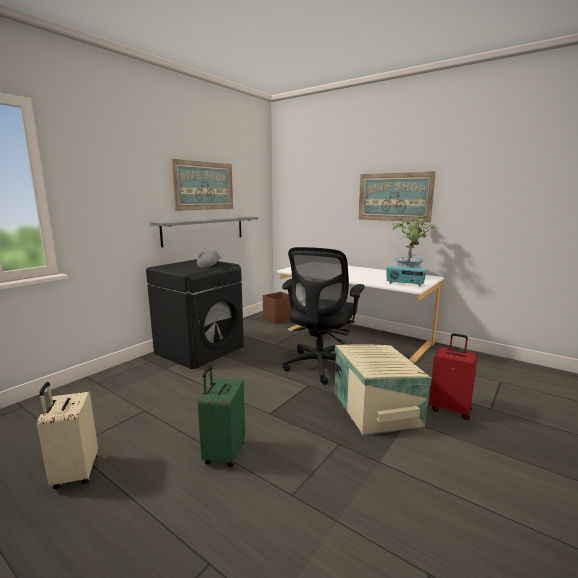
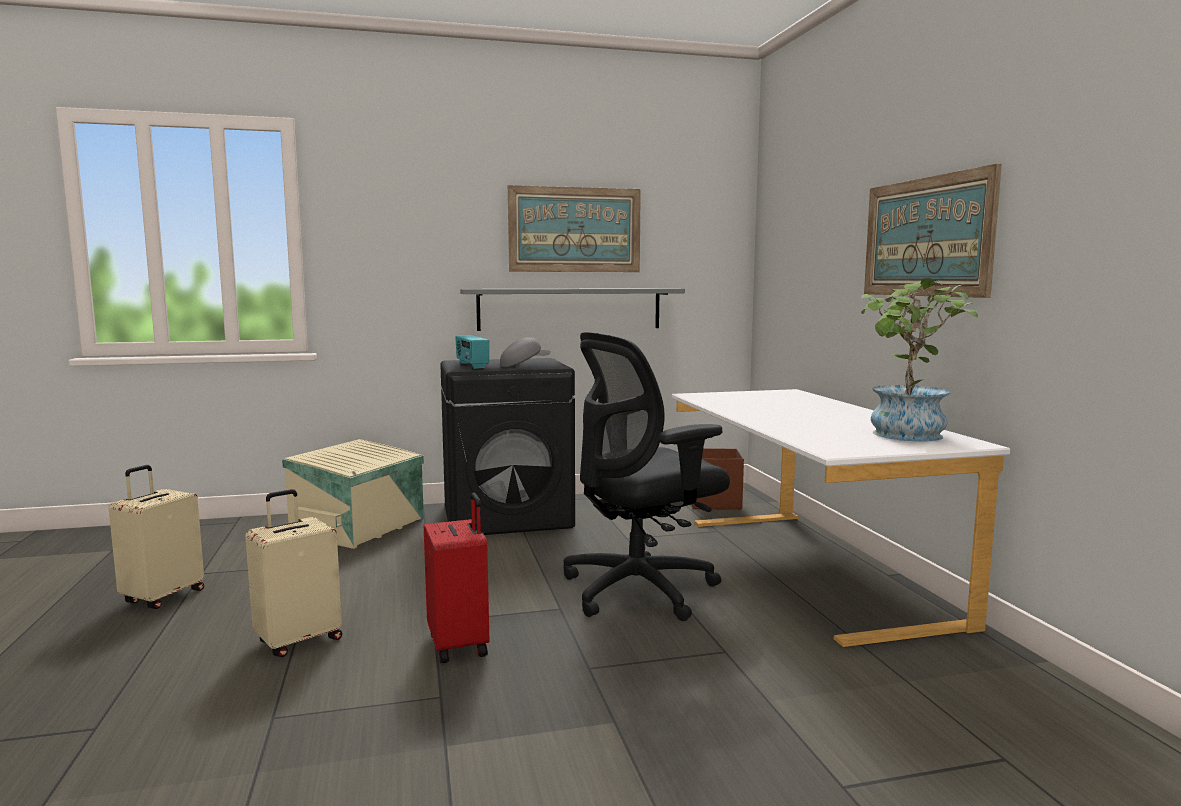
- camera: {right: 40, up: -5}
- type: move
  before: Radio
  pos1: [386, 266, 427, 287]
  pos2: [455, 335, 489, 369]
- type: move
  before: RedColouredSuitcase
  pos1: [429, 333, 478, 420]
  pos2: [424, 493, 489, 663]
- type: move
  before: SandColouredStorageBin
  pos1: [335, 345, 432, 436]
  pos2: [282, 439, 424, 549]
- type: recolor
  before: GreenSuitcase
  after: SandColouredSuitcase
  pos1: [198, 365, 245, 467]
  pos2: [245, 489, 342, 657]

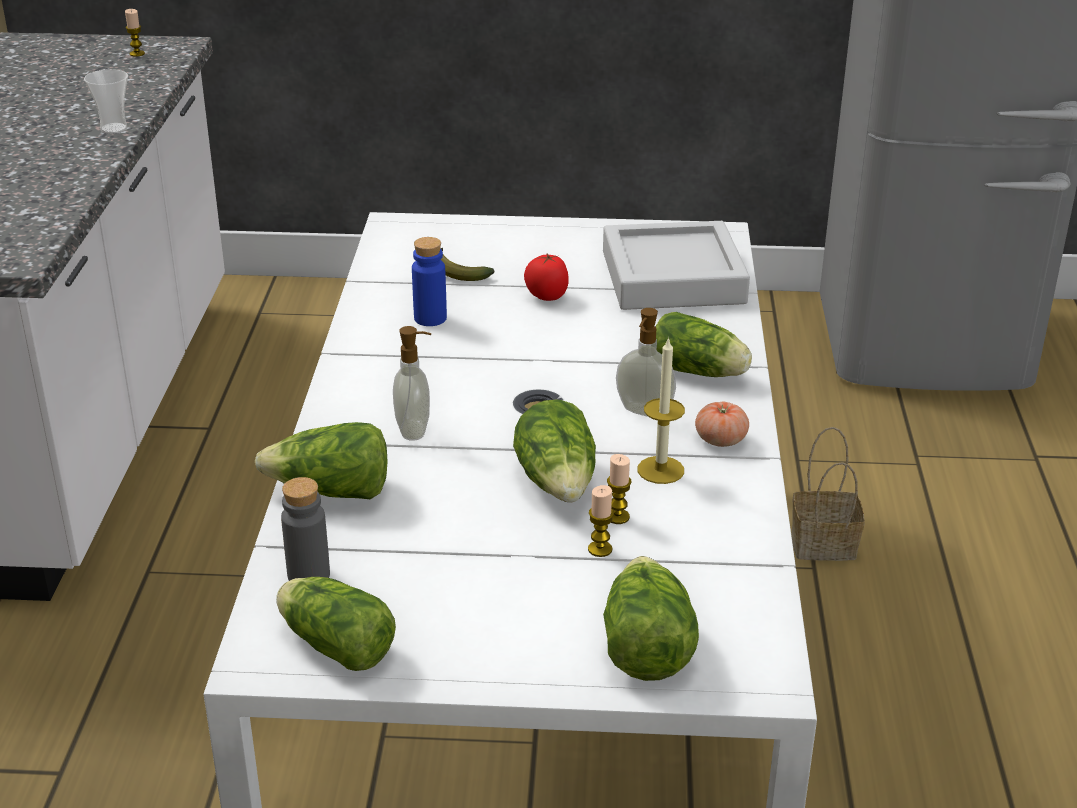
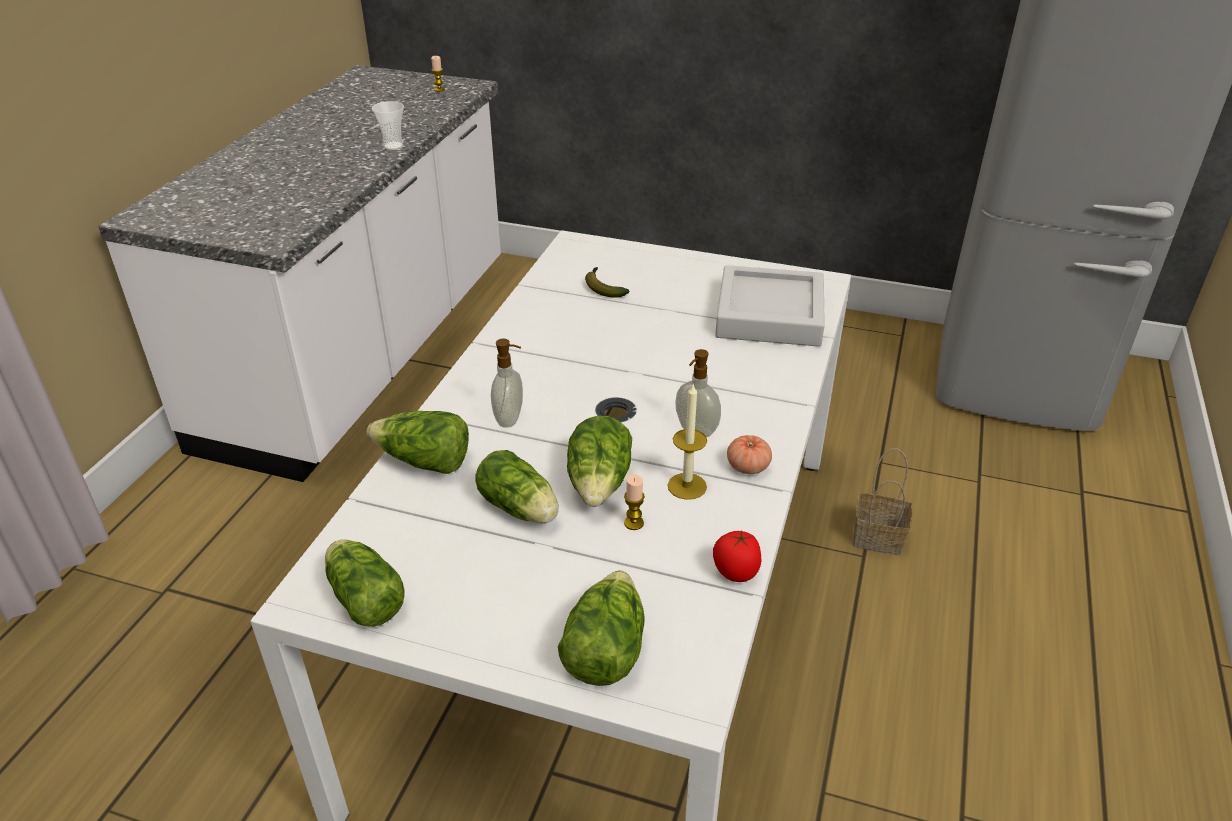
- camera: {right: 15, up: 5}
- type: delete
  before: BluishBottle
  pos1: [412, 237, 447, 326]
- type: move
  before: WholeTomato
  pos1: [524, 254, 569, 301]
  pos2: [713, 530, 761, 582]
- type: move
  before: LettuceHead
  pos1: [656, 312, 752, 377]
  pos2: [475, 450, 559, 523]
- type: delete
  before: GreyishBottle
  pos1: [281, 477, 330, 581]
- type: delete
  before: Candle
  pos1: [588, 485, 614, 557]

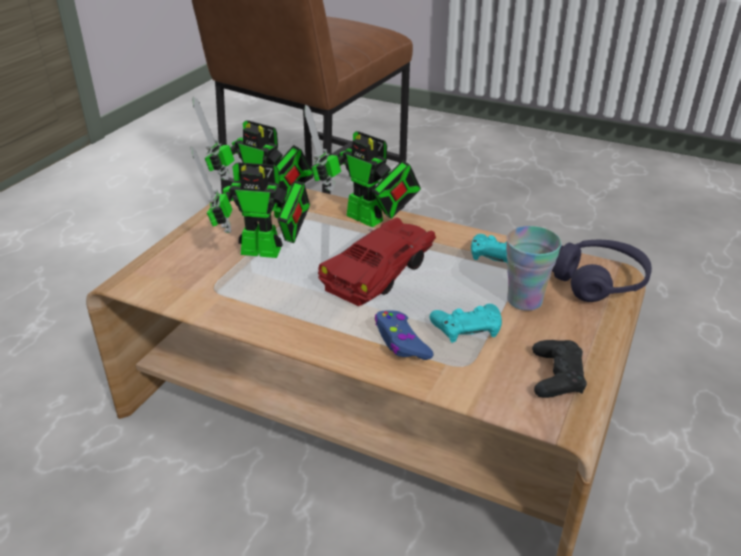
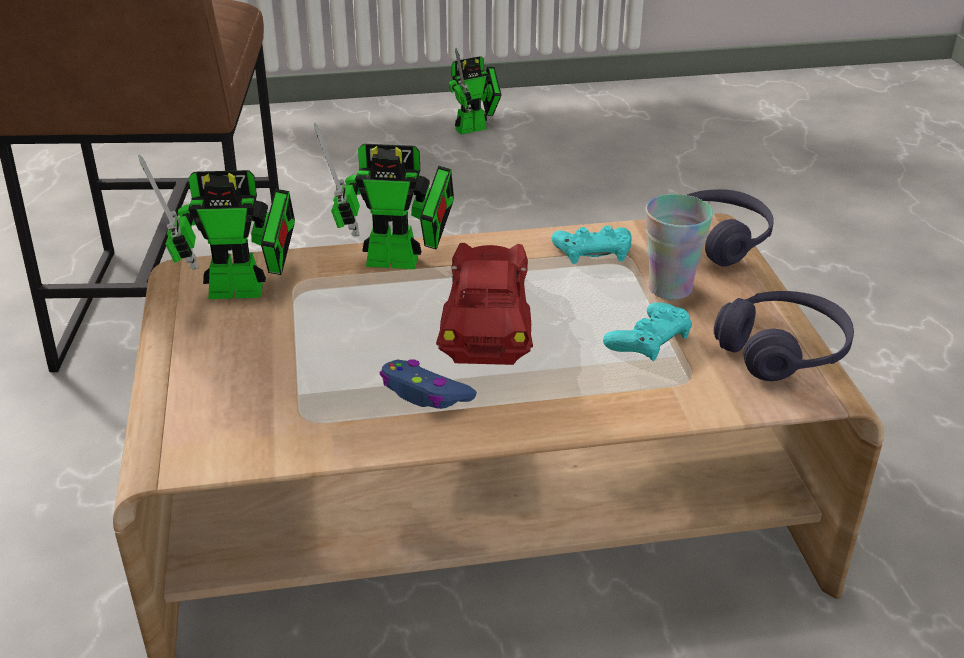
- camera: {right: -35, up: 0}
- type: move
  before: ToyRobot
  pos1: [191, 146, 310, 258]
  pos2: [449, 48, 502, 135]
- type: move
  before: BluishGameController
  pos1: [375, 310, 434, 360]
  pos2: [379, 359, 477, 409]
- type: replace
  before: BlackGameController
  after: PurpleColouredHeadphones
  pos1: [532, 340, 587, 398]
  pos2: [714, 291, 854, 381]

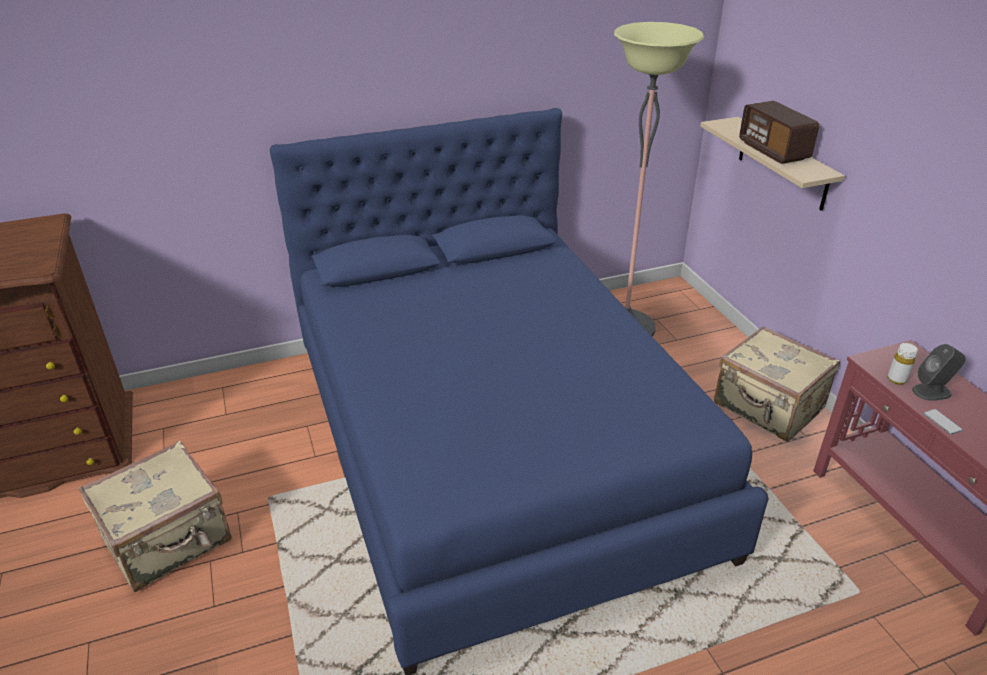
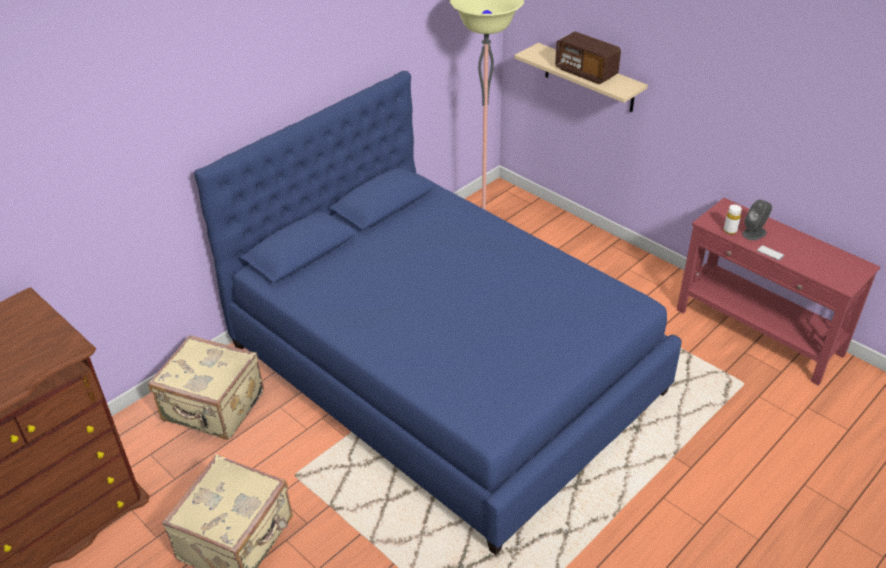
- camera: {right: -25, up: 5}
- type: move
  before: SandColouredSuitcase
  pos1: [714, 326, 840, 442]
  pos2: [148, 335, 264, 440]

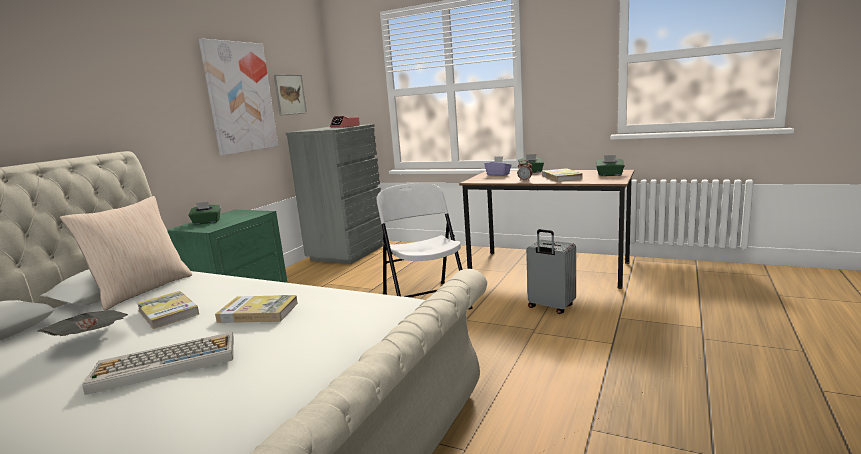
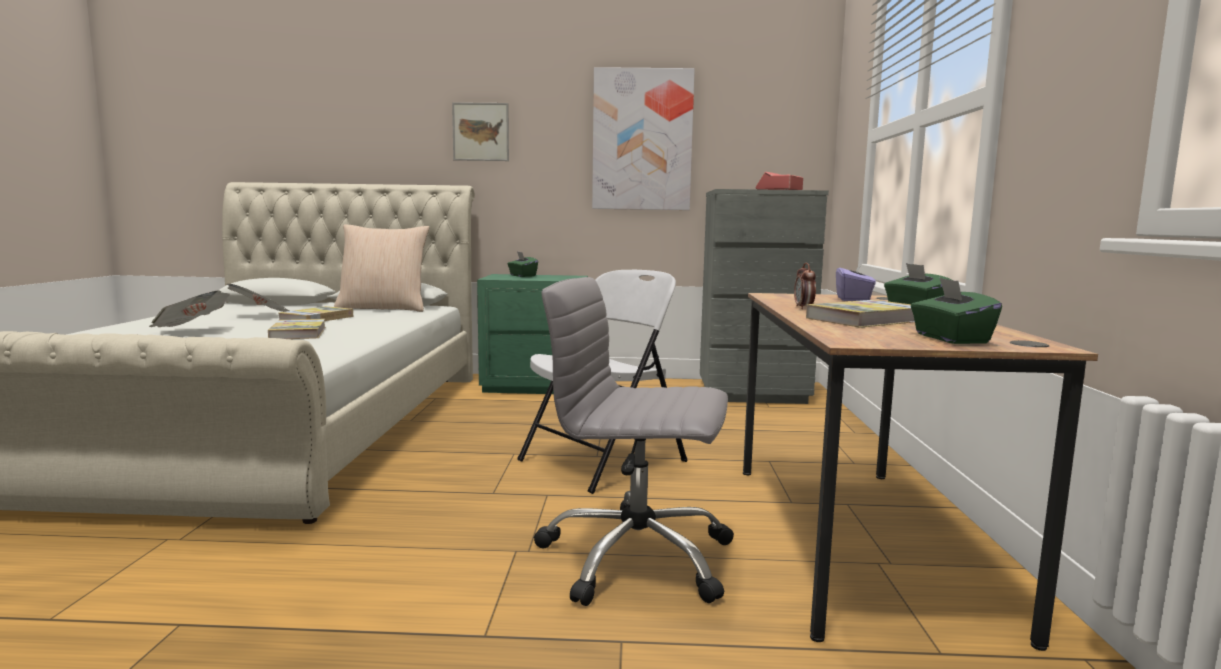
- camera: {right: 65, up: -5}
- type: move
  before: Picture
  pos1: [274, 74, 307, 116]
  pos2: [452, 102, 509, 161]
- type: replace
  before: GreyishSuitcase
  after: GreyishOfficeChair
  pos1: [526, 229, 576, 314]
  pos2: [534, 277, 734, 606]
- type: replace
  before: Keyboard
  after: PrintedPaper
  pos1: [83, 332, 234, 395]
  pos2: [149, 290, 230, 327]

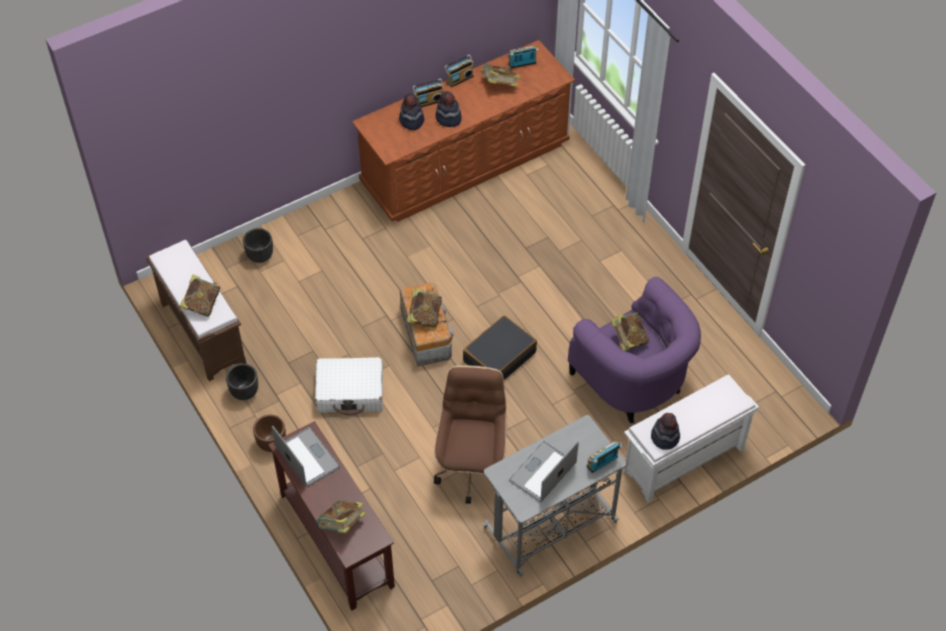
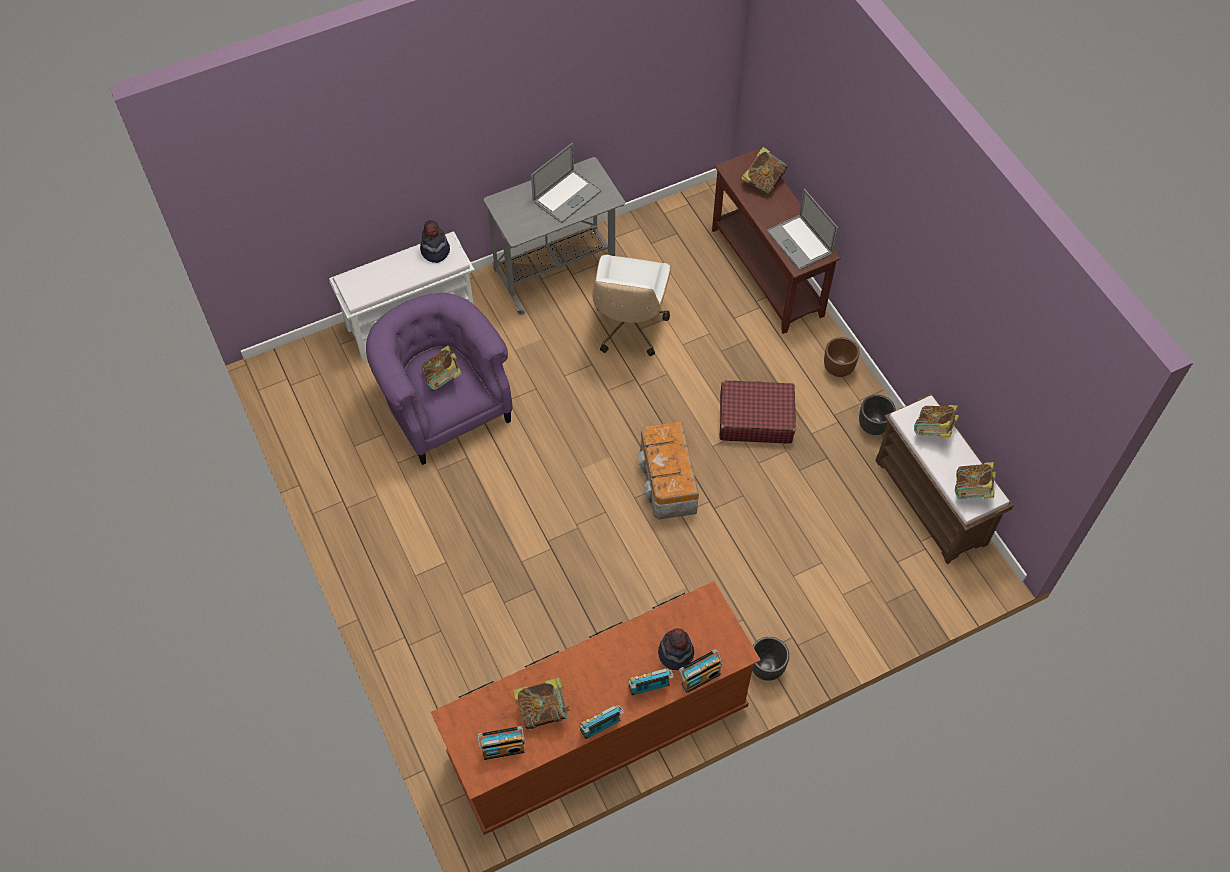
- camera: {right: -175, up: 5}
- type: delete
  before: Hat
  pos1: [435, 91, 462, 127]
- type: move
  before: BlackPlantPot
  pos1: [243, 228, 273, 263]
  pos2: [752, 637, 789, 681]
- type: move
  before: Volume
  pos1: [407, 288, 442, 327]
  pos2: [955, 462, 996, 500]
- type: delete
  before: BlackSuitcase
  pos1: [463, 315, 537, 380]
- type: recolor
  before: WhitishSuitcase
  after: RedColouredSuitcase
  pos1: [315, 357, 383, 415]
  pos2: [720, 381, 796, 443]
- type: recolor
  before: BrownColouredOfficeChair
  after: WhitishOfficeChair
  pos1: [434, 366, 507, 504]
  pos2: [592, 255, 671, 356]
- type: move
  before: Radio
  pos1: [587, 441, 623, 473]
  pos2: [679, 649, 722, 693]

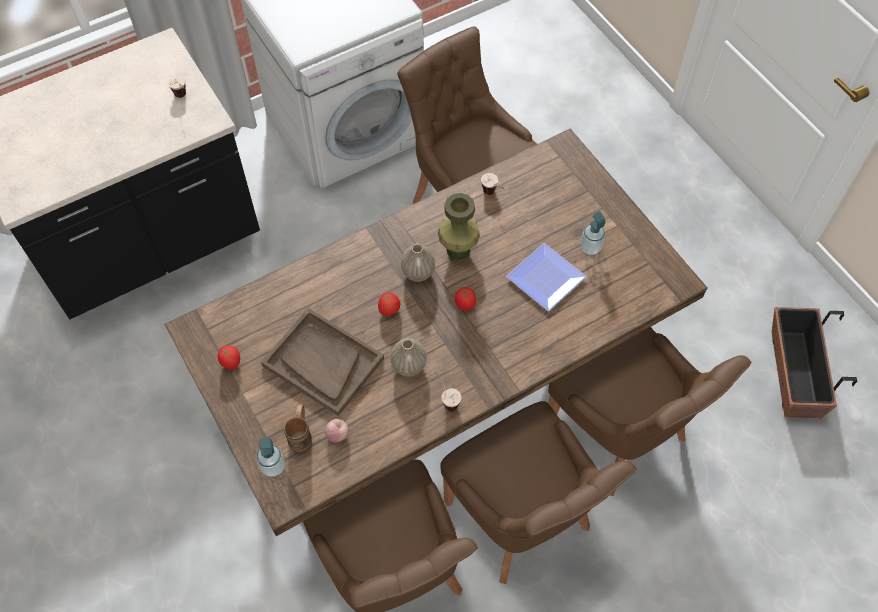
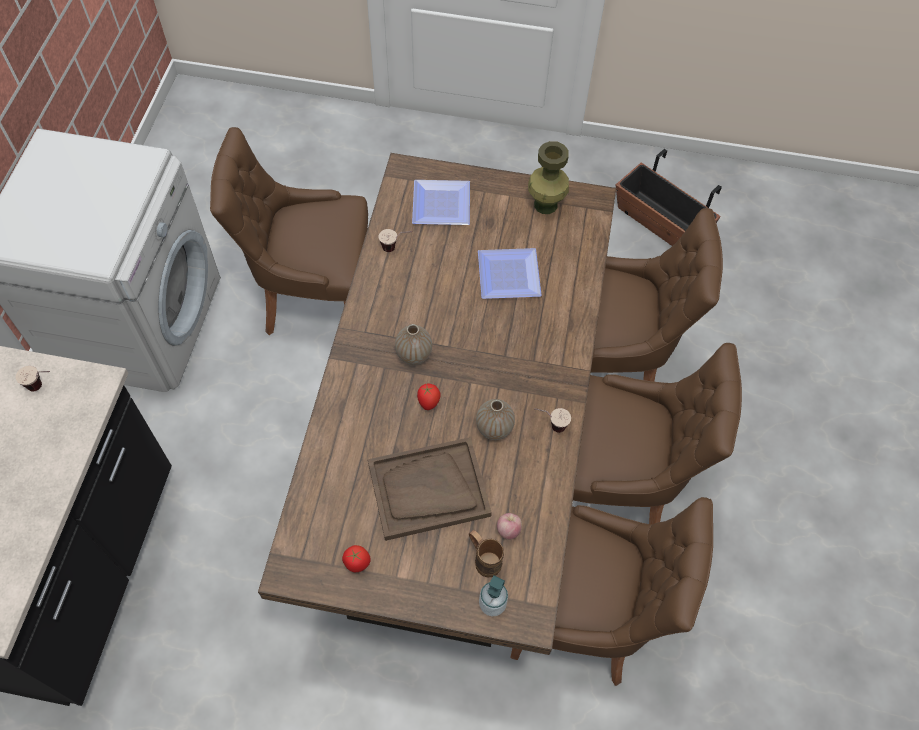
- camera: {right: -50, up: 0}
- type: move
  before: GreenDecorativeVase
  pos1: [438, 193, 480, 260]
  pos2: [528, 141, 569, 214]
- type: delete
  before: LiquidSoapBottle
  pos1: [580, 211, 605, 255]
- type: delete
  before: WholeTomato
  pos1: [455, 287, 476, 311]
- type: insert
  after: Plate
  pos2: [412, 180, 470, 225]

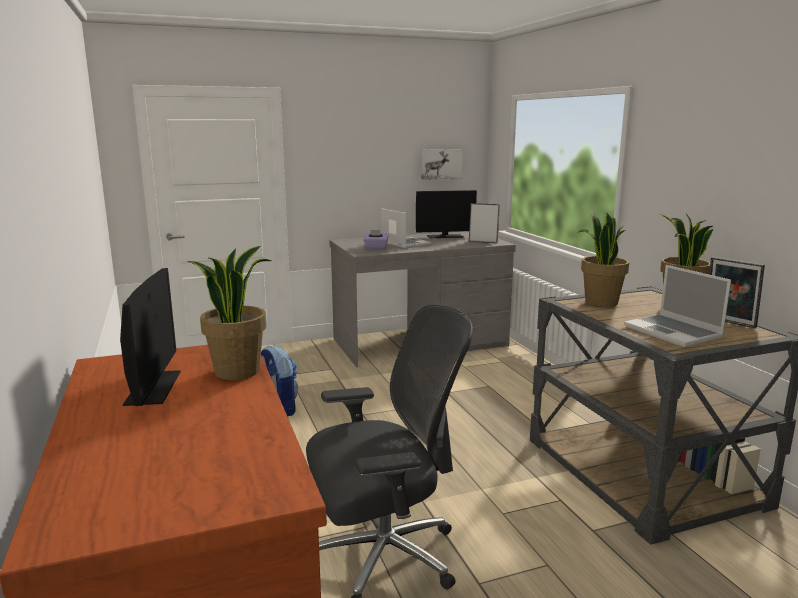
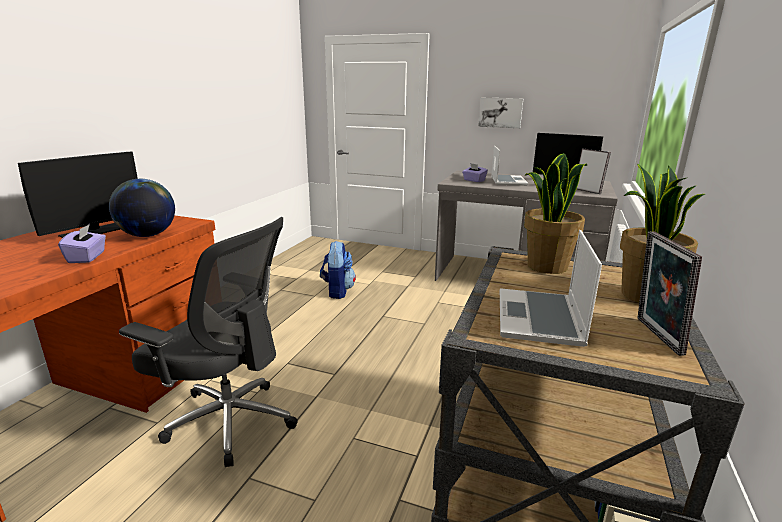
- camera: {right: 40, up: 5}
- type: move
  before: Picture
  pos1: [421, 149, 462, 180]
  pos2: [478, 98, 524, 128]
- type: replace
  before: Houseplant
  after: Globe
  pos1: [188, 246, 272, 380]
  pos2: [109, 179, 175, 237]
- type: insert
  after: PurpleColouredTissueBox
  pos2: [58, 224, 106, 263]

